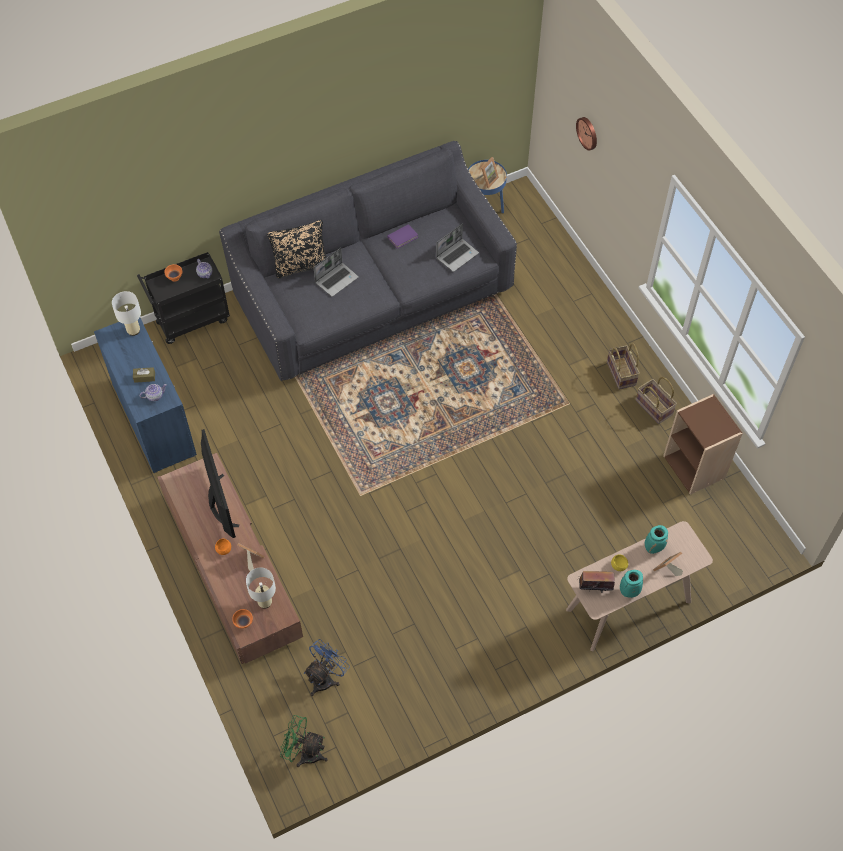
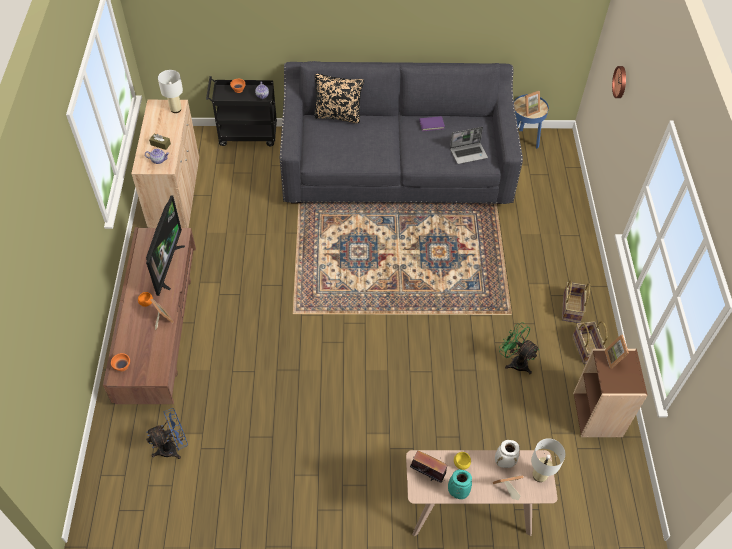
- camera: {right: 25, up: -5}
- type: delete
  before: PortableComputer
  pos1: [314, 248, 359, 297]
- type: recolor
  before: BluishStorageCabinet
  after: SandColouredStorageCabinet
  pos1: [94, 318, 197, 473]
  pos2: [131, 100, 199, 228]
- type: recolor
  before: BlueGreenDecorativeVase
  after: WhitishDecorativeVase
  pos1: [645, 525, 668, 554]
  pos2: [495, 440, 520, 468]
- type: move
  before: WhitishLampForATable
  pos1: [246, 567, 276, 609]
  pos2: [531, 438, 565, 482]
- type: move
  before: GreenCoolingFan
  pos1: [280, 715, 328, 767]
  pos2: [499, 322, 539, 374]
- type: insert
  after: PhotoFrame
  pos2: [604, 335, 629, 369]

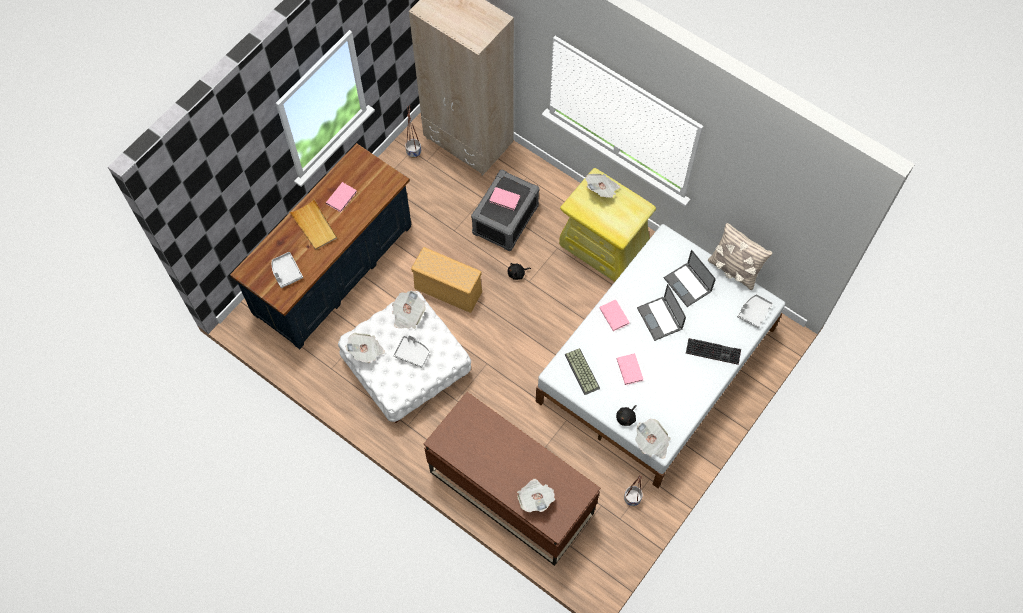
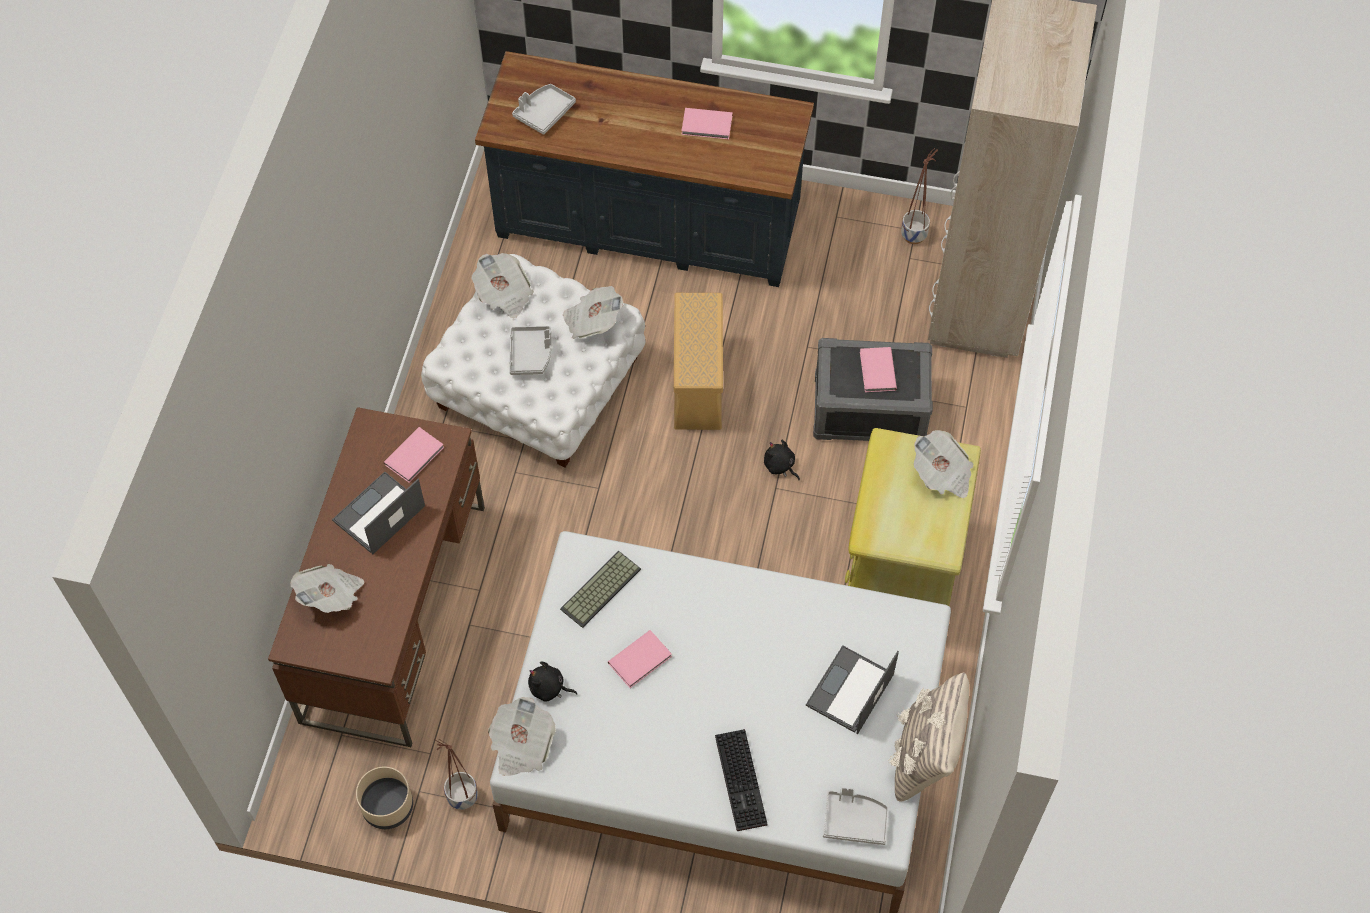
- camera: {right: 65, up: -5}
- type: delete
  before: SandColouredTray
  pos1: [289, 199, 337, 250]
- type: move
  before: PortableComputer
  pos1: [637, 284, 686, 341]
  pos2: [332, 472, 425, 555]
- type: move
  before: PinkishVolume
  pos1: [599, 299, 630, 331]
  pos2: [383, 427, 444, 483]
- type: insert
  after: SandColouredPlantPot
  pos2: [356, 766, 413, 829]

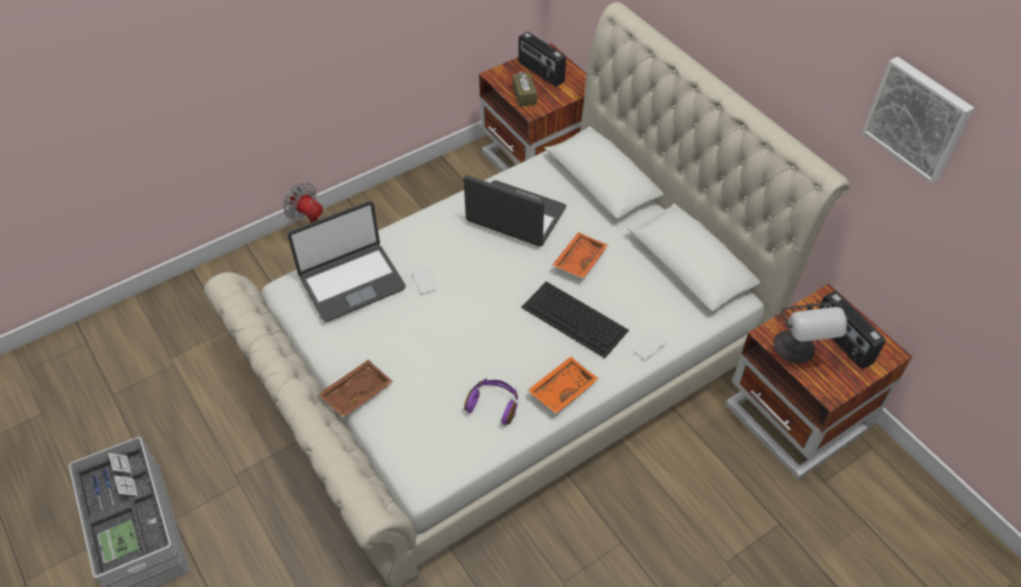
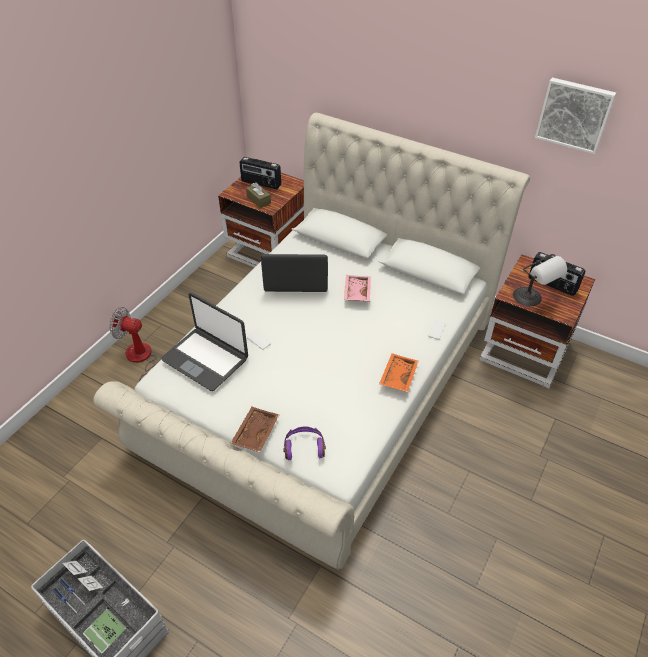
- camera: {right: -25, up: -5}
- type: rotate
  before: PortableComputer
  pos1: [288, 201, 406, 322]
  pos2: [161, 293, 248, 391]
  turn: 90
- type: recolor
  before: OrangeColouredTray
  after: PinkishTray
  pos1: [552, 232, 608, 278]
  pos2: [344, 275, 371, 301]
- type: delete
  before: Keyboard
  pos1: [521, 281, 629, 358]
- type: move
  before: PurpleColouredHeadphones
  pos1: [464, 379, 518, 425]
  pos2: [283, 426, 326, 460]

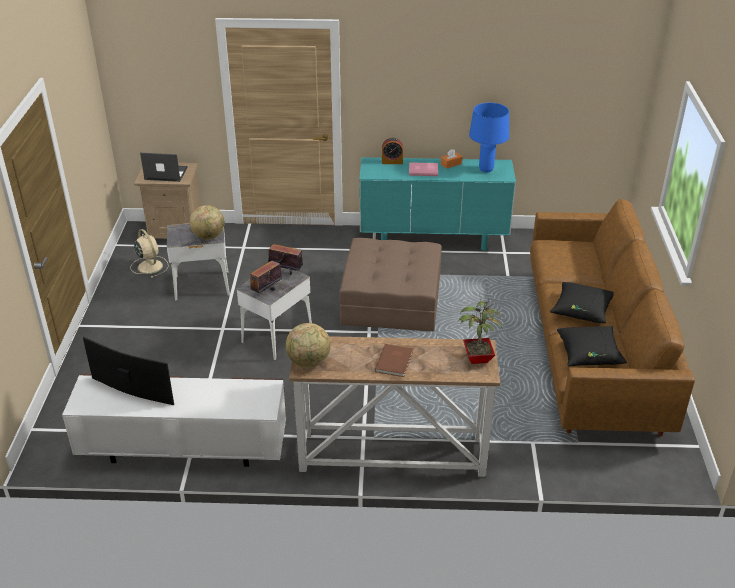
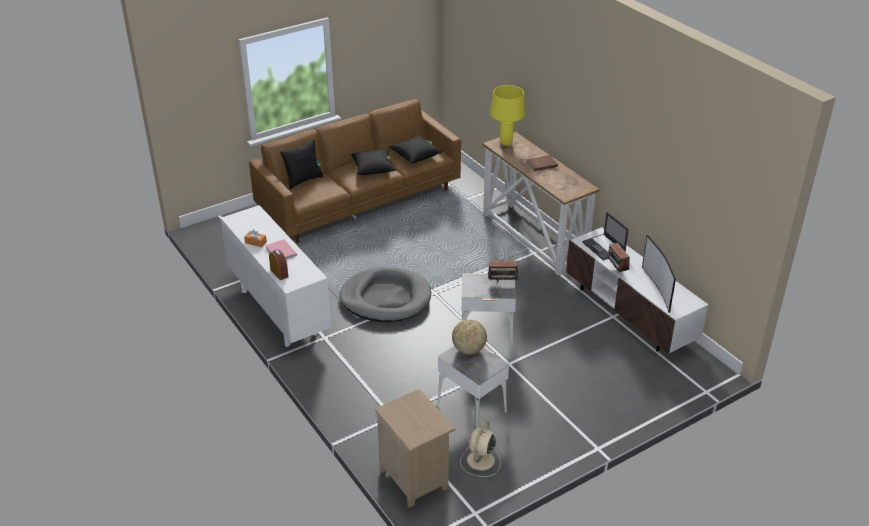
- camera: {right: -125, up: 0}
- type: delete
  before: BluishLampForATable
  pos1: [469, 103, 509, 172]
- type: move
  before: PortableComputer
  pos1: [140, 153, 188, 182]
  pos2: [582, 212, 629, 260]
- type: recolor
  before: BlueGreenDresser
  after: WhitishDresser
  pos1: [360, 157, 516, 251]
  pos2: [221, 205, 331, 347]
- type: replace
  before: BrownColouredFootrest
  after: GreyishDogBed
  pos1: [339, 238, 442, 332]
  pos2: [340, 266, 431, 322]
- type: move
  before: Radio
  pos1: [268, 244, 303, 275]
  pos2: [608, 243, 630, 273]
- type: replace
  before: Houseplant
  after: YellowLampForATable
  pos1: [459, 293, 502, 364]
  pos2: [490, 85, 525, 146]
- type: delete
  before: Globe
  pos1: [286, 323, 331, 368]
- type: insert
  after: BlackThrowPillow
  pos2: [280, 140, 323, 189]

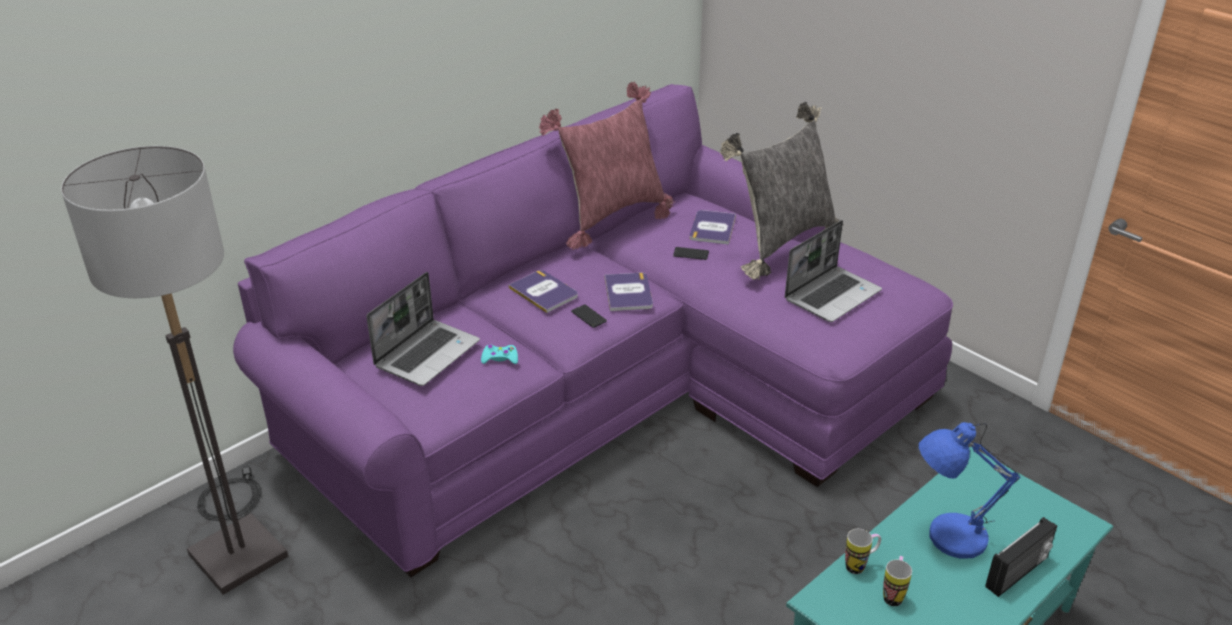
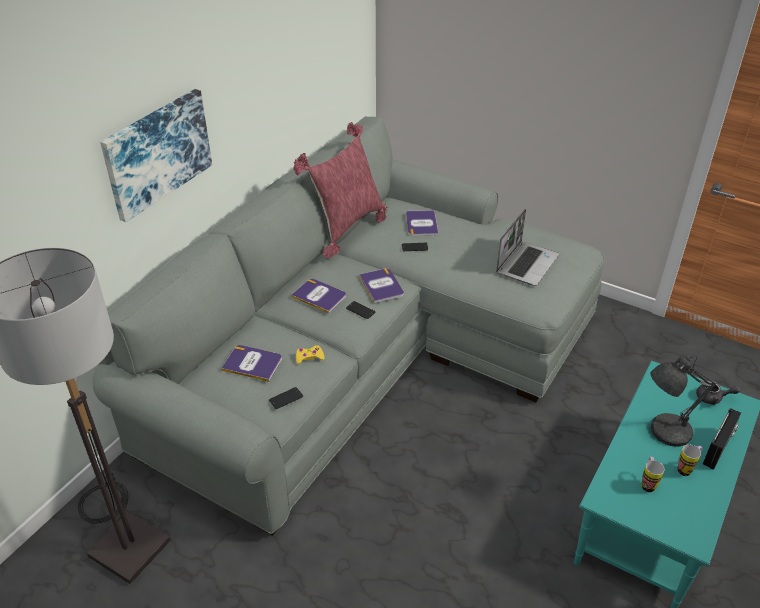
- camera: {right: -15, up: 5}
- type: recolor
  before: PurpleColouredSofa
  after: GreyishSofa
  pos1: [233, 84, 953, 577]
  pos2: [92, 116, 605, 536]
- type: delete
  before: ThrowPillow
  pos1: [720, 102, 844, 280]
- type: replace
  before: PortableComputer
  after: Volume
  pos1: [366, 272, 480, 386]
  pos2: [221, 345, 282, 382]
- type: recolor
  before: BlueGreenGameController
  after: YellowGameController
  pos1: [481, 345, 518, 364]
  pos2: [296, 345, 324, 364]
- type: recolor
  before: BluishLampForATable
  after: GreyishLampForATable
  pos1: [919, 422, 1020, 559]
  pos2: [650, 355, 716, 447]
- type: move
  before: TeaMug
  pos1: [845, 529, 881, 574]
  pos2: [678, 445, 703, 476]
- type: insert
  after: Picture
  pos2: [100, 89, 212, 222]
- type: insert
  after: GreyishPotForTea
  pos2: [696, 381, 740, 405]
- type: insert
  after: Handset
  pos2: [269, 387, 303, 409]

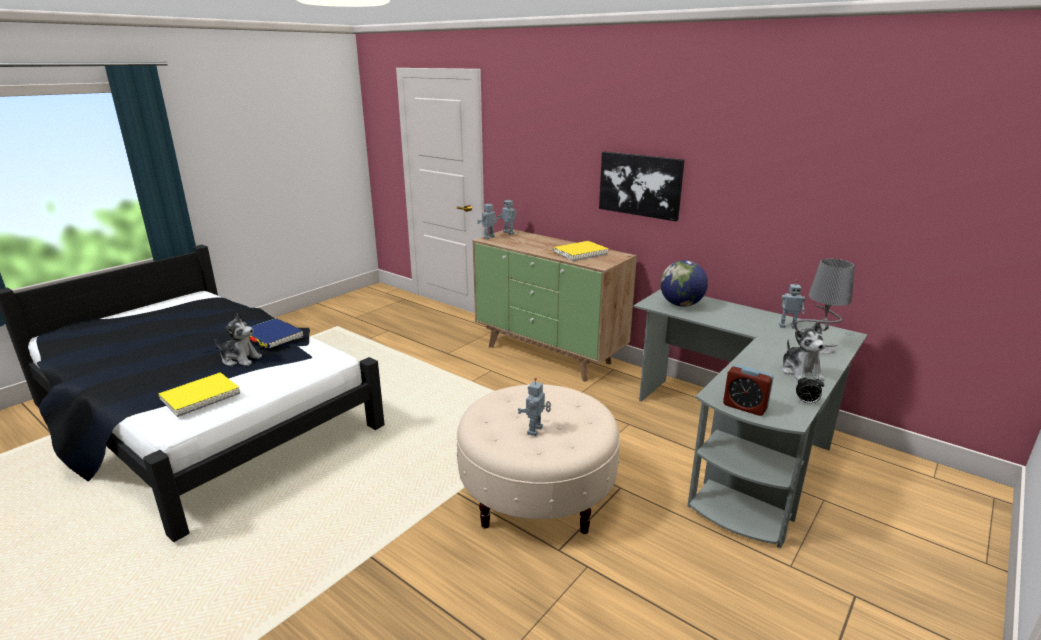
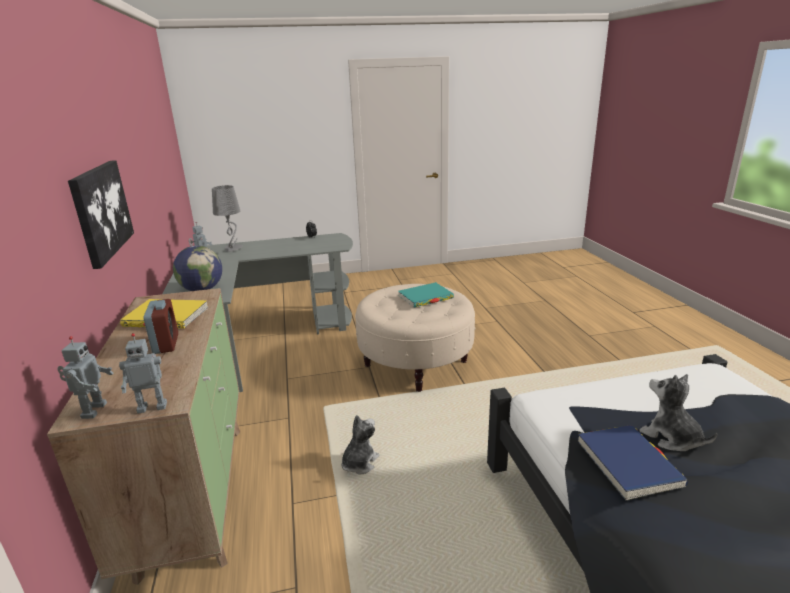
- camera: {right: -140, up: 0}
- type: move
  before: CuddlyToy
  pos1: [781, 322, 825, 381]
  pos2: [341, 415, 380, 475]
- type: move
  before: AlarmClock
  pos1: [723, 364, 774, 416]
  pos2: [143, 299, 178, 354]
- type: delete
  before: YellowVolume
  pos1: [158, 373, 240, 417]
- type: replace
  before: ToyRobot
  after: BlueGreenVolume
  pos1: [518, 378, 551, 436]
  pos2: [398, 282, 454, 307]

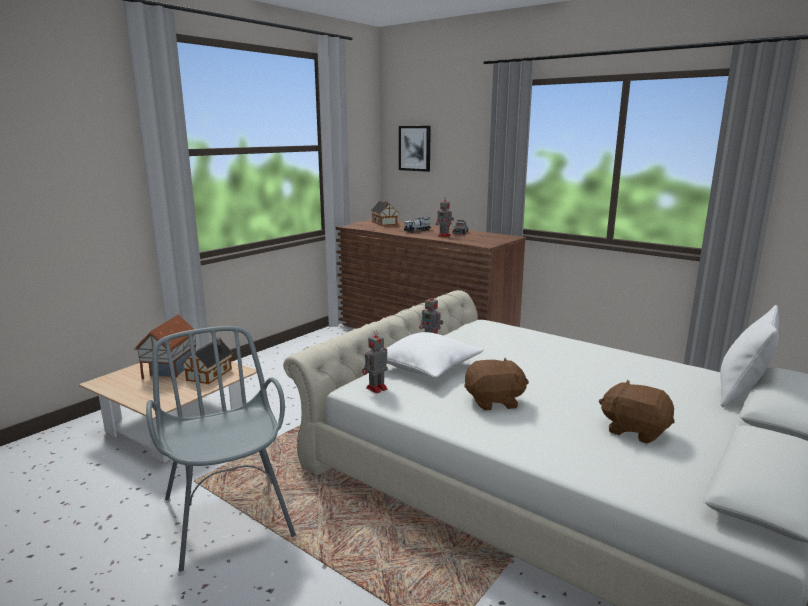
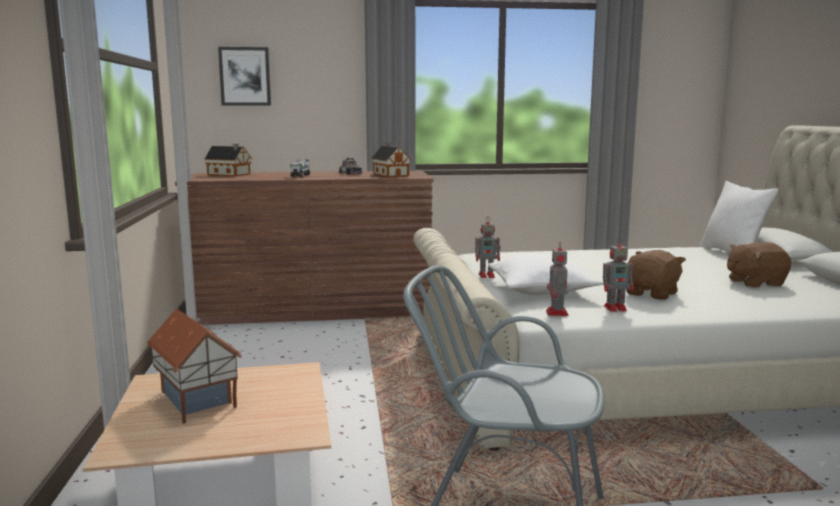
- camera: {right: -45, up: -5}
- type: move
  before: ToyRobot
  pos1: [436, 197, 454, 237]
  pos2: [603, 238, 634, 312]
- type: move
  before: ToyHouse
  pos1: [182, 337, 233, 384]
  pos2: [371, 143, 411, 177]

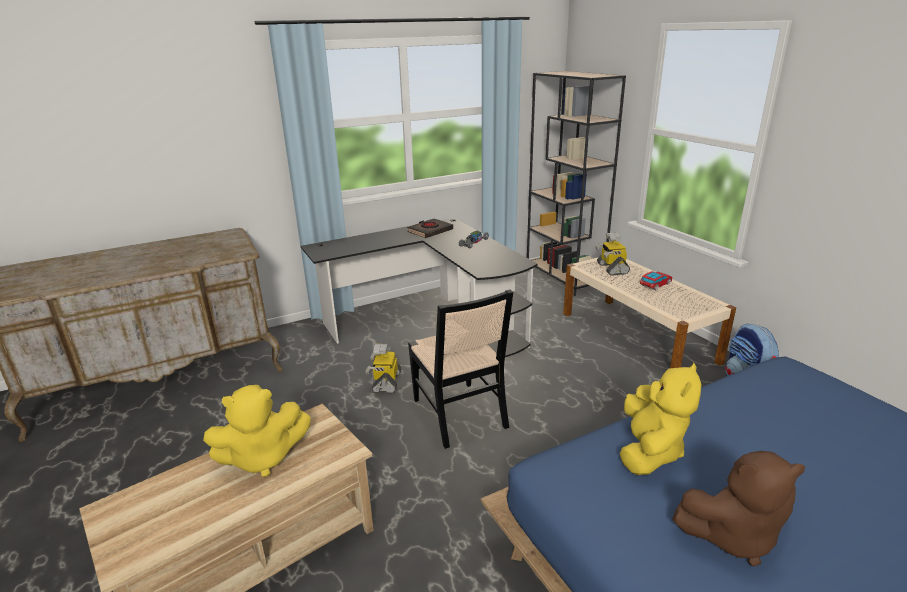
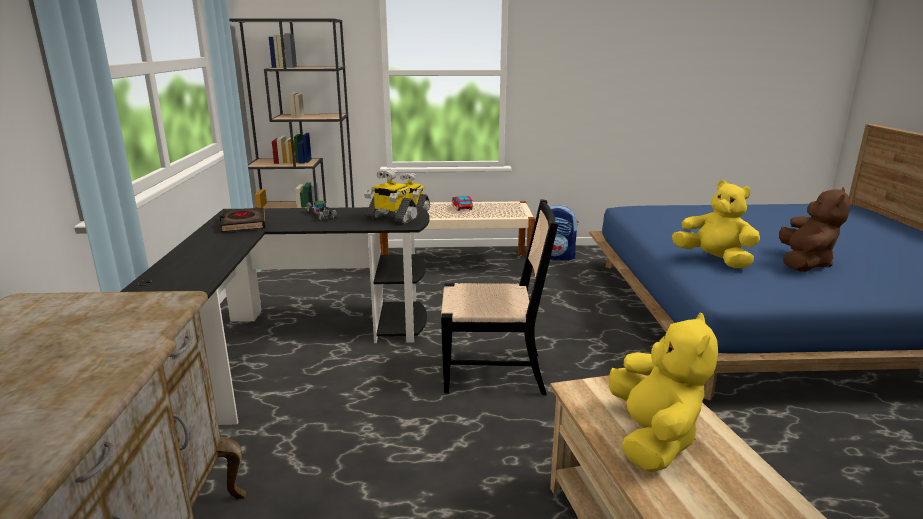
- camera: {right: -65, up: -5}
- type: move
  before: ToyRobot
  pos1: [365, 344, 401, 394]
  pos2: [364, 169, 418, 224]

